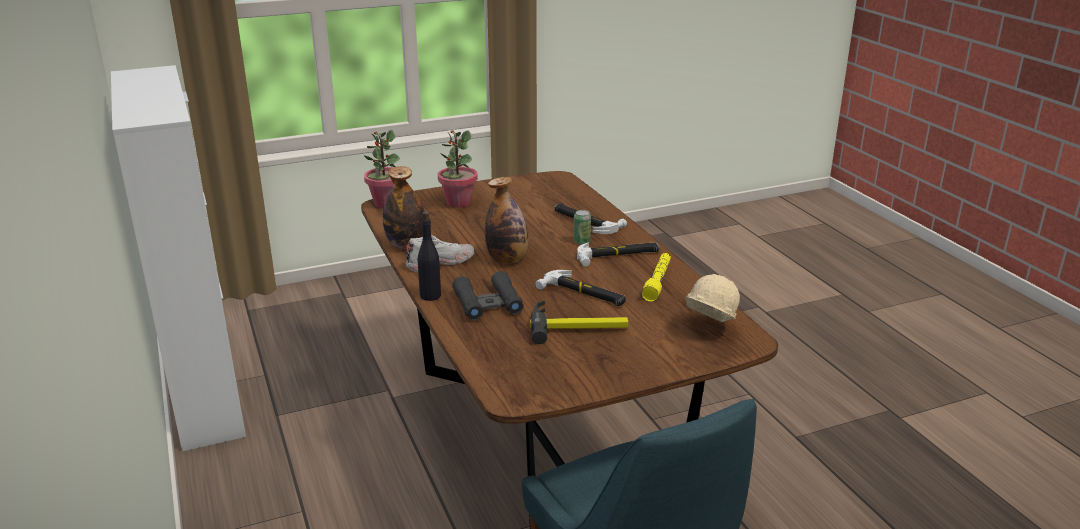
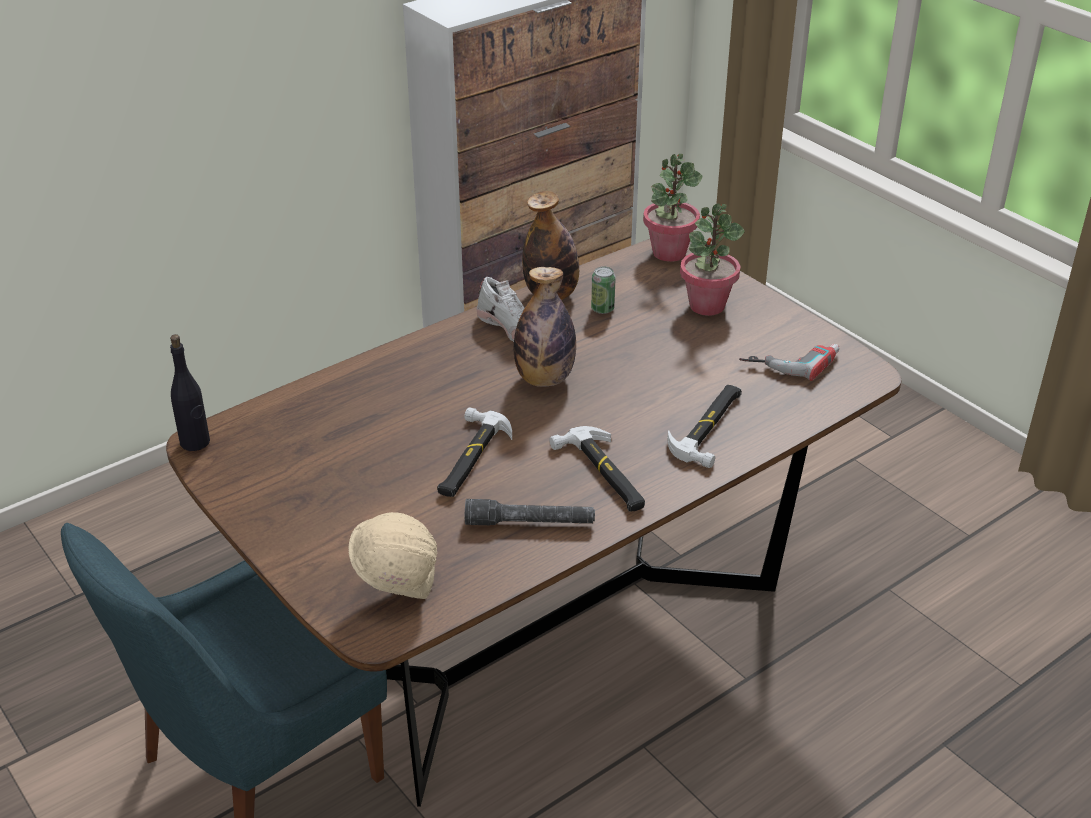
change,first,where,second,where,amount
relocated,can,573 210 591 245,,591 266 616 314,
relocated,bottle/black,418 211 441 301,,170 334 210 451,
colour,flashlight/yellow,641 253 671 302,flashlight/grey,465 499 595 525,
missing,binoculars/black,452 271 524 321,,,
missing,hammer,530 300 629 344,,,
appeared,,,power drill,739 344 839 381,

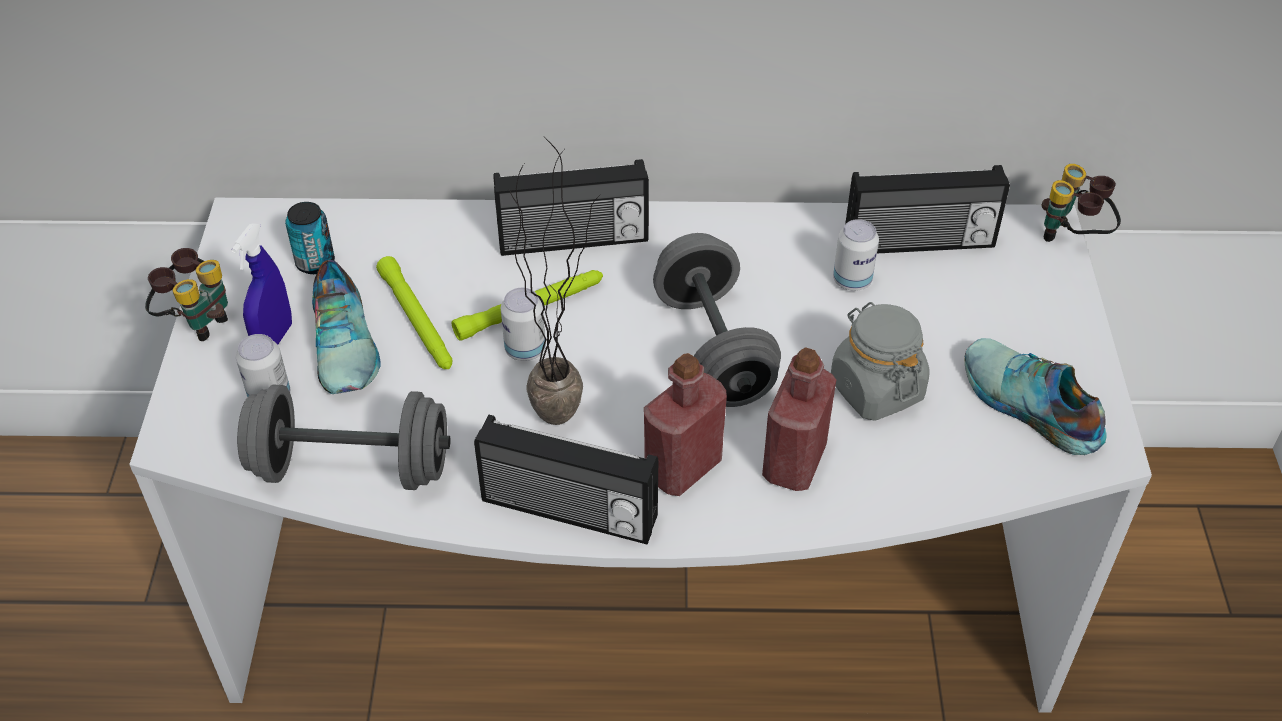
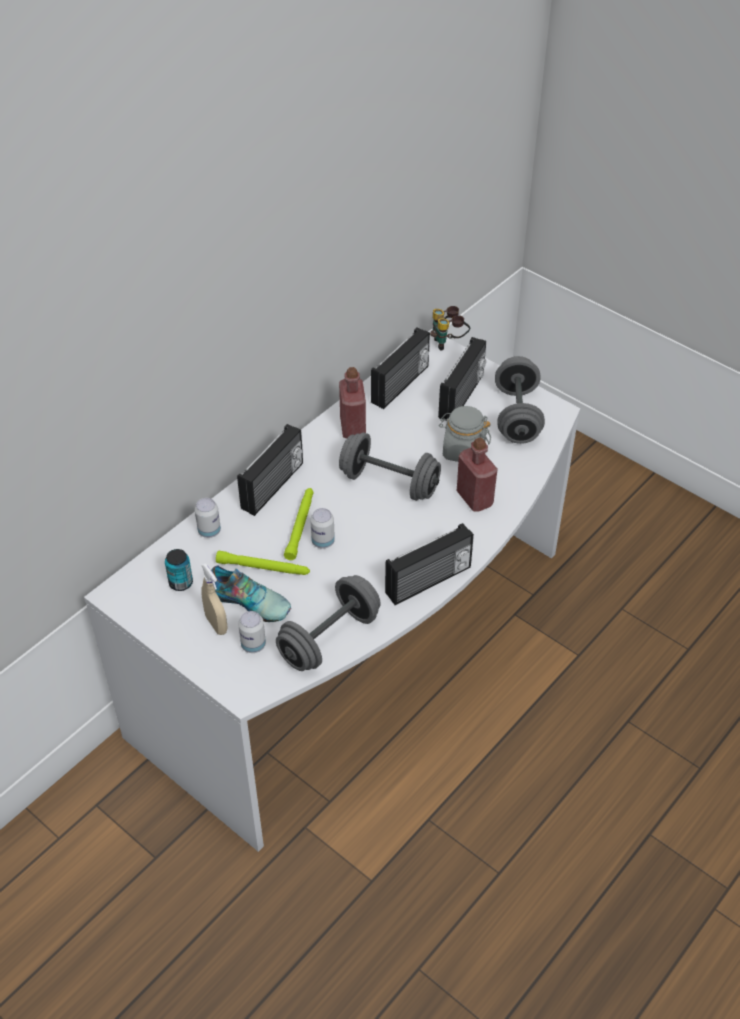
change,first,where,second,where,amount
missing,potted plant,509 136 601 425,,,
relocated,can,833 219 879 291,,195 498 221 538,
colour,spray bottle/blue,231 223 292 345,spray bottle/beige,201 563 228 635,
missing,binoculars,145 248 228 341,,,
exchanged,shoe,965 338 1107 455,dumbbell/grey,495 356 545 444,
relocated,bottle/red,644 353 727 496,,339 367 366 439,
appeared,,,radio,438 337 486 421,

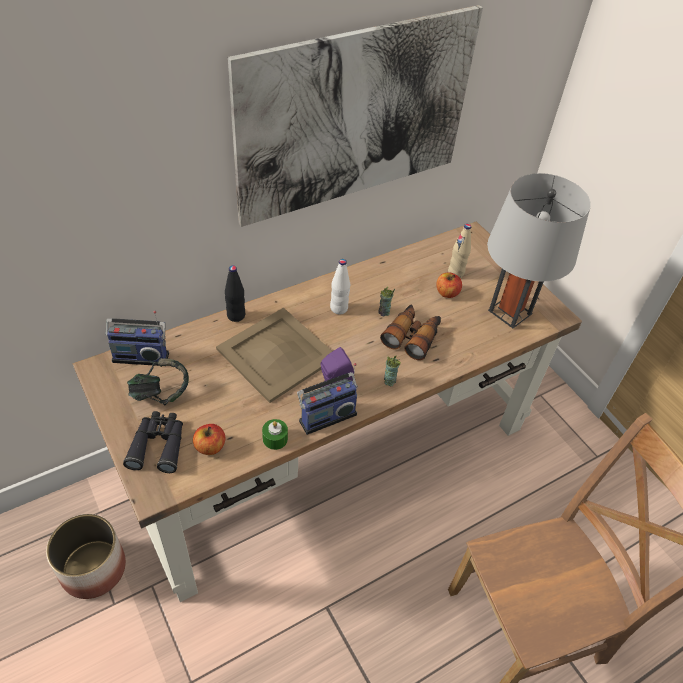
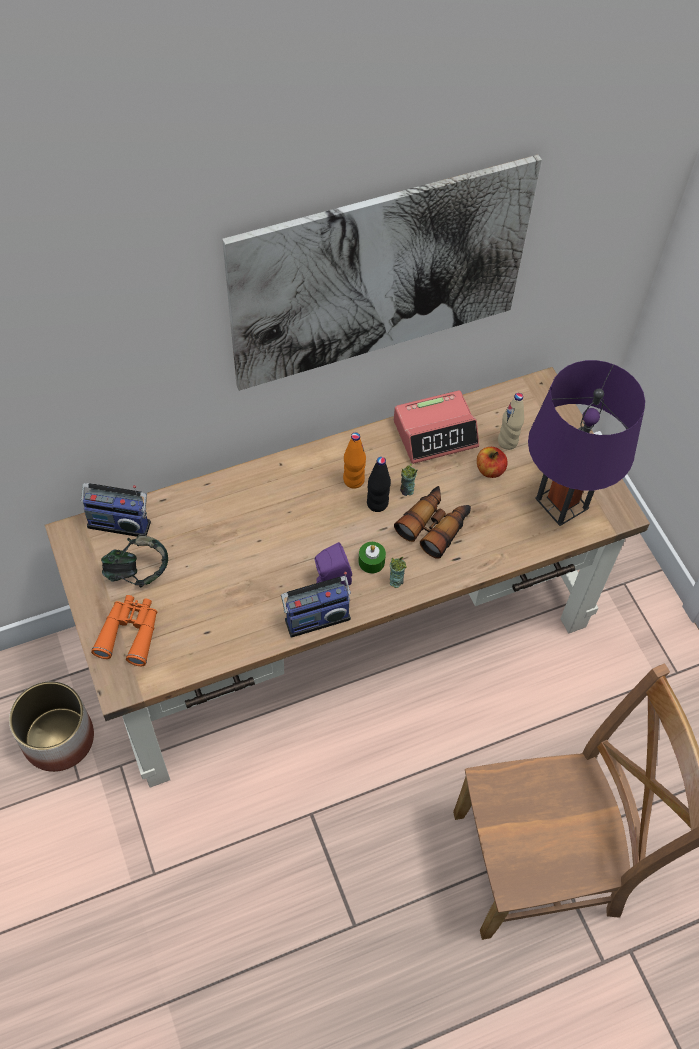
change,first,where,second,where,amount
colour,table lamp/grey,487 173 591 328,table lamp/purple,528 360 645 526,
colour,bottle/white,330 259 350 314,bottle/orange,343 432 366 489,
relocated,bottle/black,225 266 245 322,,367 457 391 512,
missing,tray/beige,216 308 333 403,,,
colour,binoculars/black,123 411 183 473,binoculars/orange,91 595 157 666,
relocated,candle/green,262 419 288 450,,358 542 386 574,
missing,apple,193 424 225 455,,,
appeared,,,alarm clock,394 390 479 464,

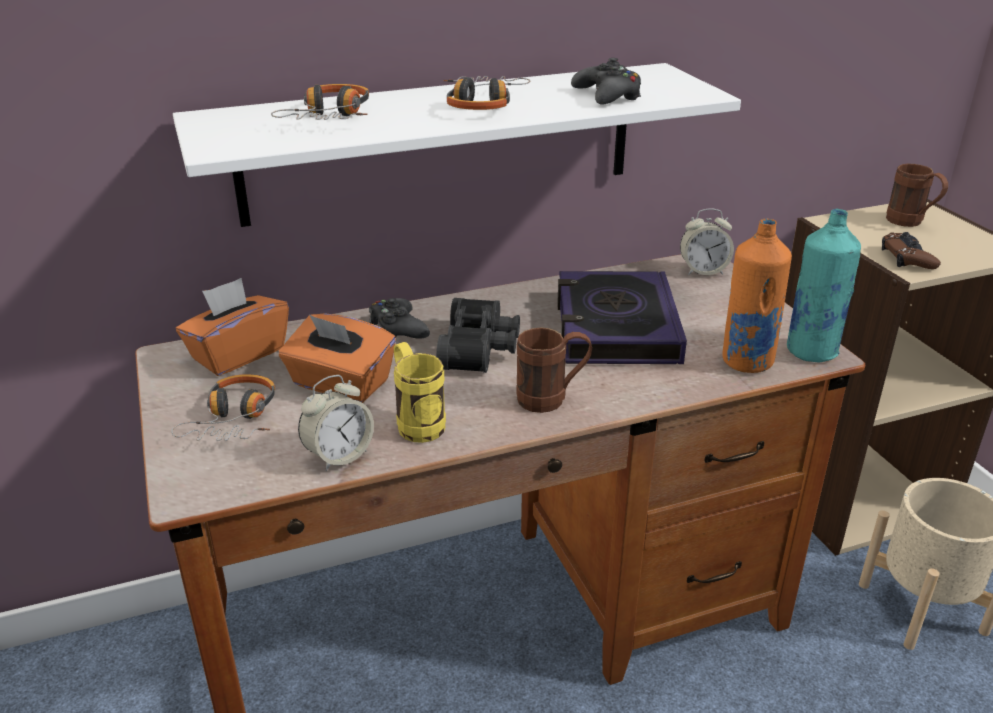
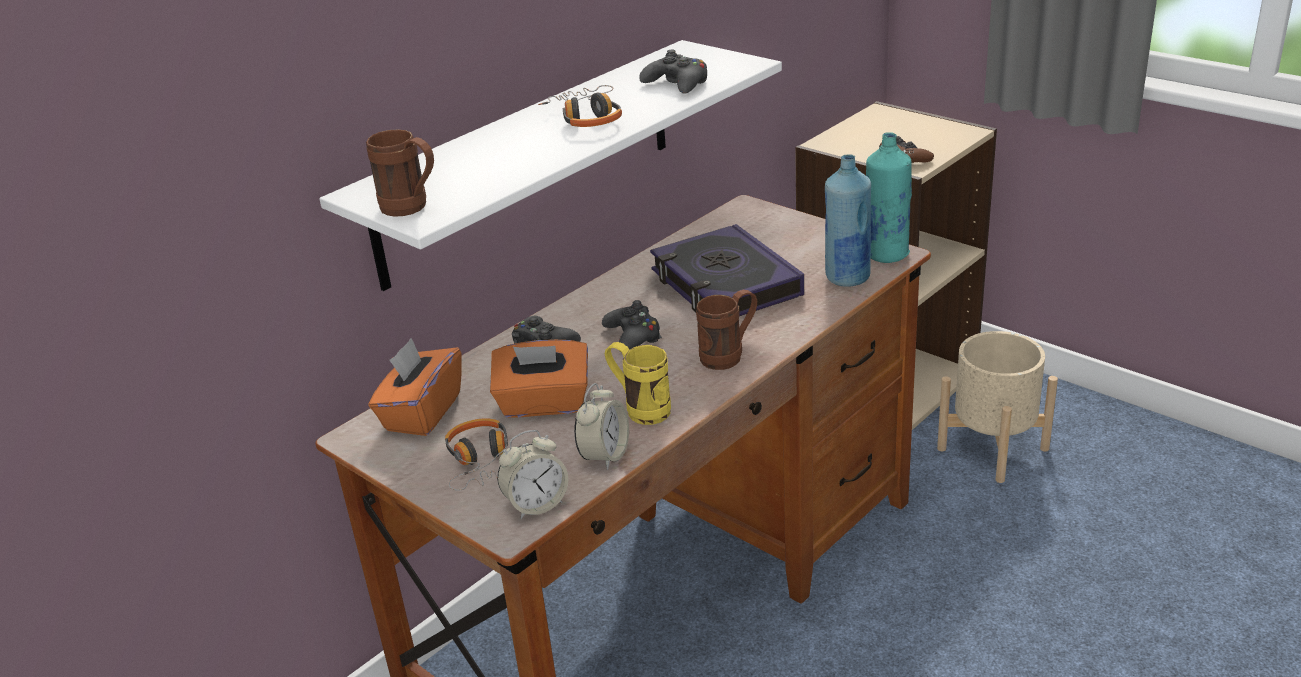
change,first,where,second,where,amount
missing,headphones,271 84 369 120,,,
relocated,mug/brown,886 164 948 227,,366 130 434 216,
relocated,alarm clock,680 208 734 275,,497 430 568 519,
colour,bottle/orange,722 219 792 373,bottle/blue,825 154 871 287,
exchanged,binoculars/black,436 298 520 373,game controller/black,602 300 662 353,

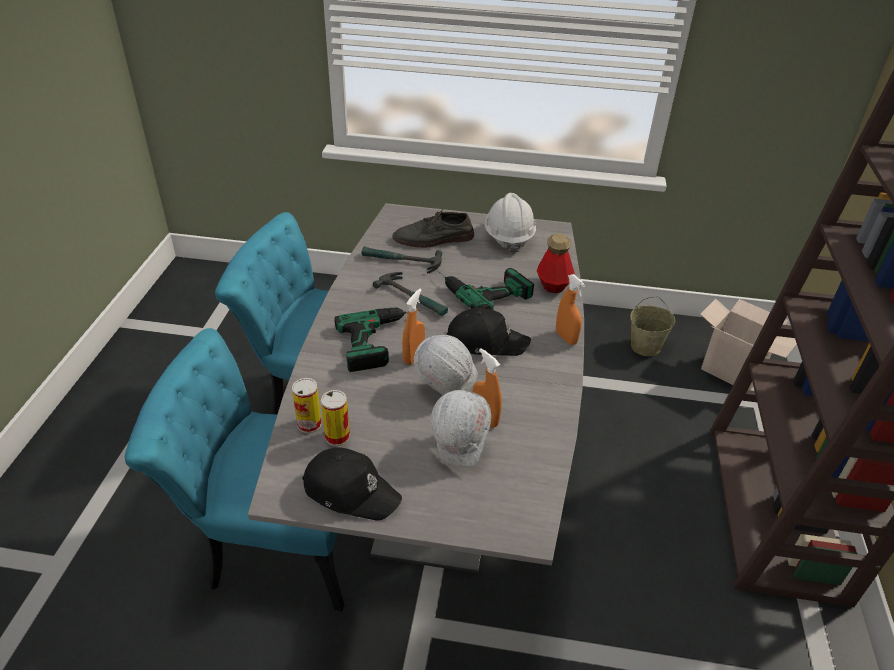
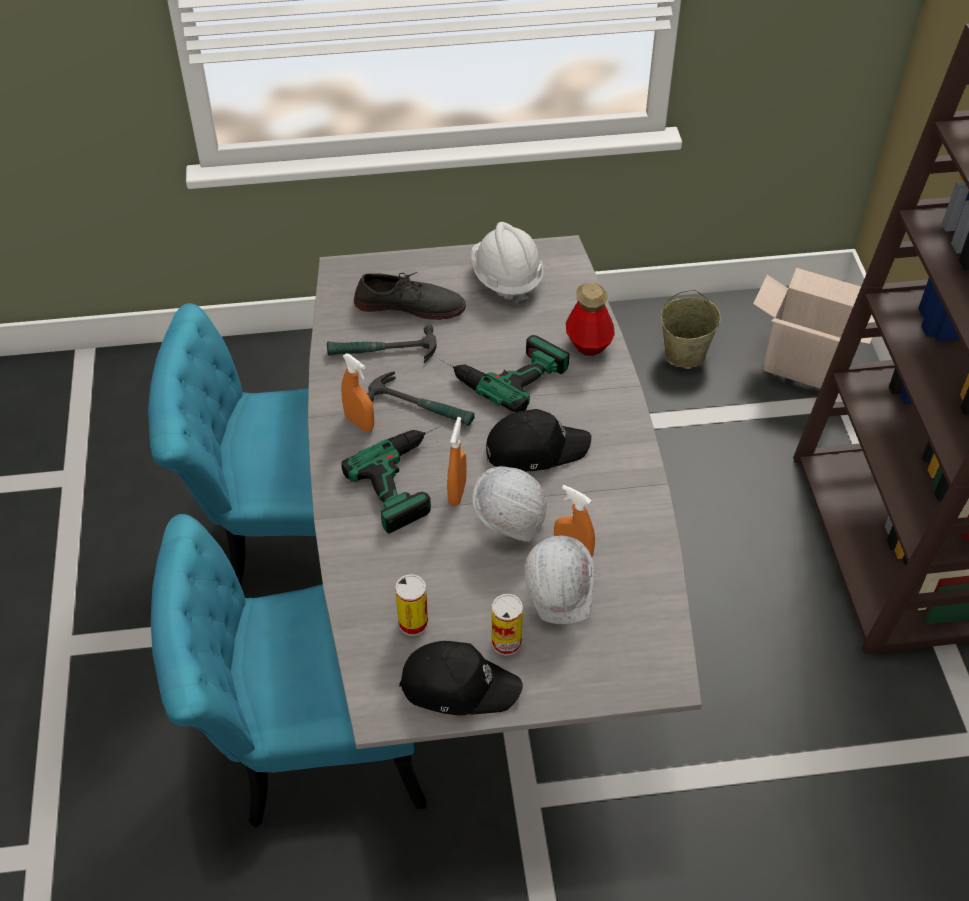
change,first,where,second,where,amount
spun,shoe/grey,393 209 474 248,,354 272 466 320,150 degrees counterclockwise
relocated,spray bottle/orange,556 274 585 345,,341 353 374 432,
relocated,can,292 378 322 433,,492 594 523 656,

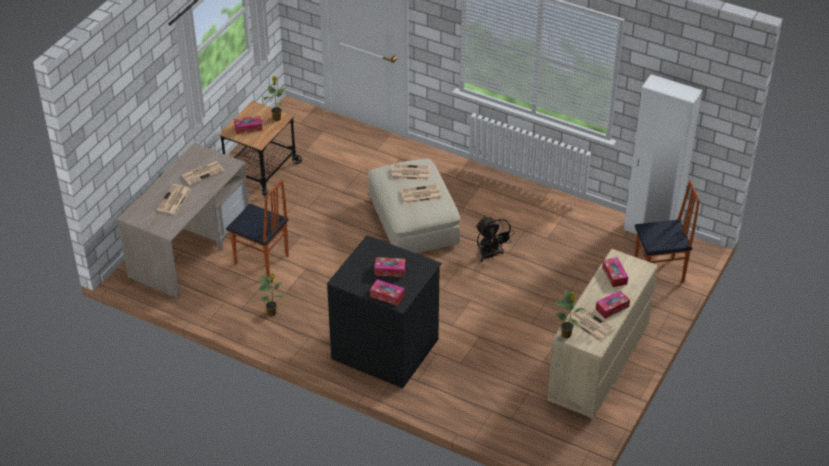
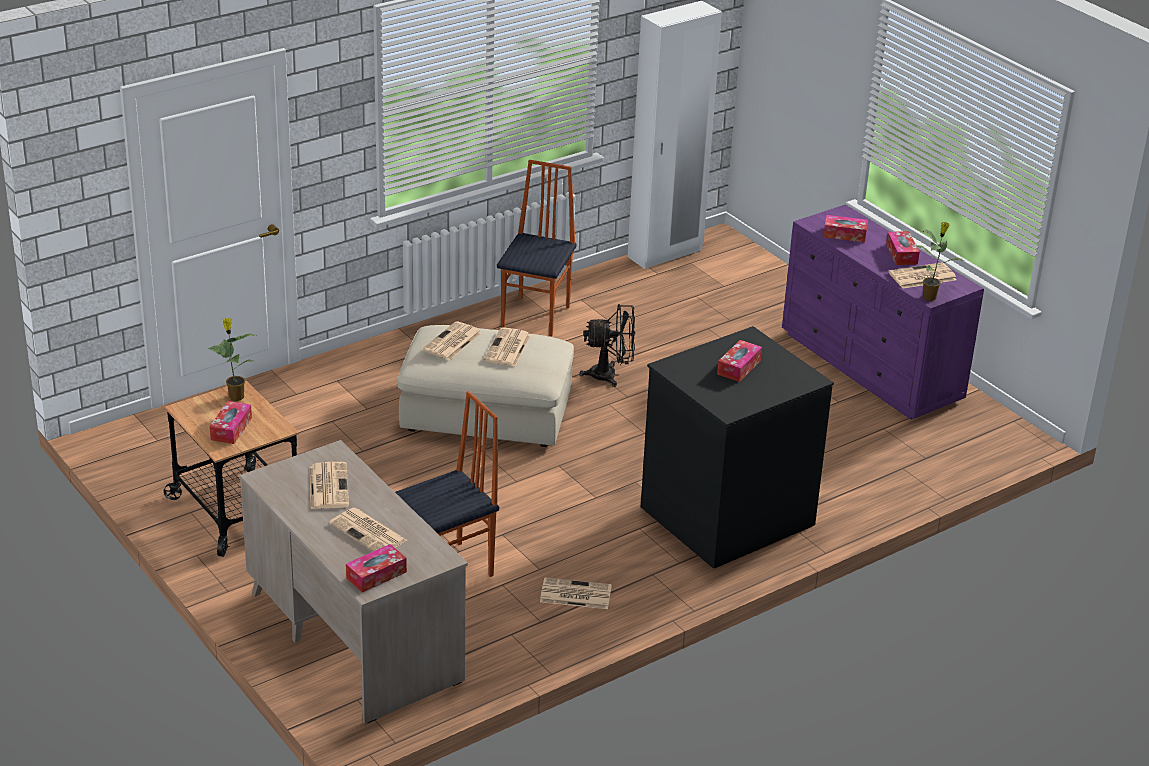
change,first,where,second,where,amount
relocated,chair,634 180 700 283,,497 160 577 337,
colour,dresser/beige,547 249 658 419,dresser/purple,782 204 984 420,
exchanged,potted plant,258 274 284 316,newspaper,540 577 612 609,
relocated,tissue box,370 279 405 306,,346 544 407 592,

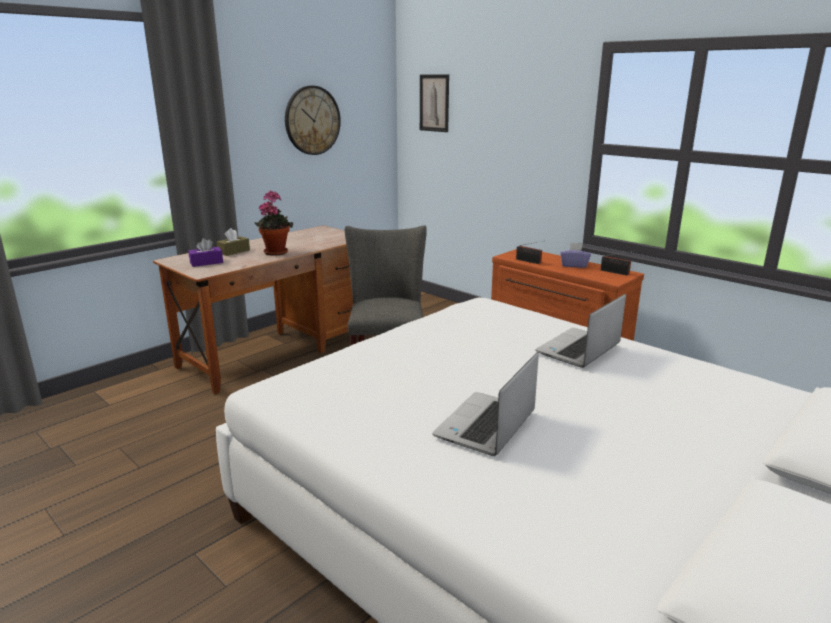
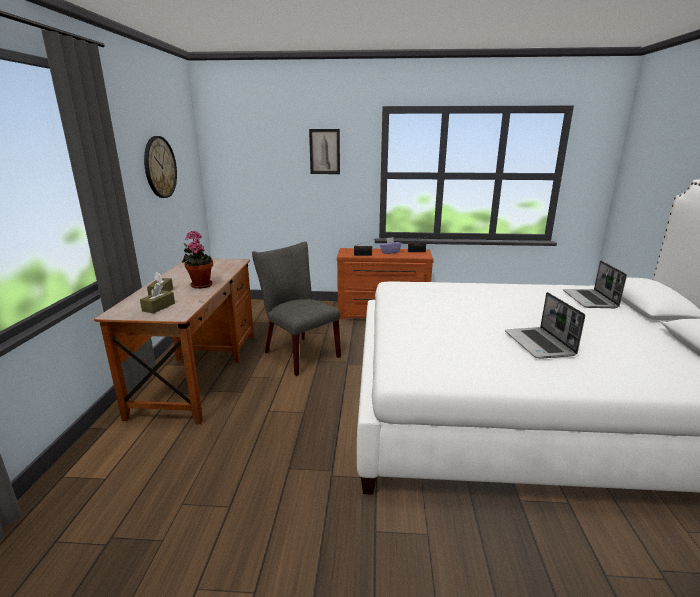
change,first,where,second,where,amount
relocated,picture,420 74 449 132,,309 129 340 174,
colour,tissue box/purple,188 238 223 267,tissue box/brown,140 284 175 314,
relocated,laptop,535 294 626 368,,563 260 627 308,

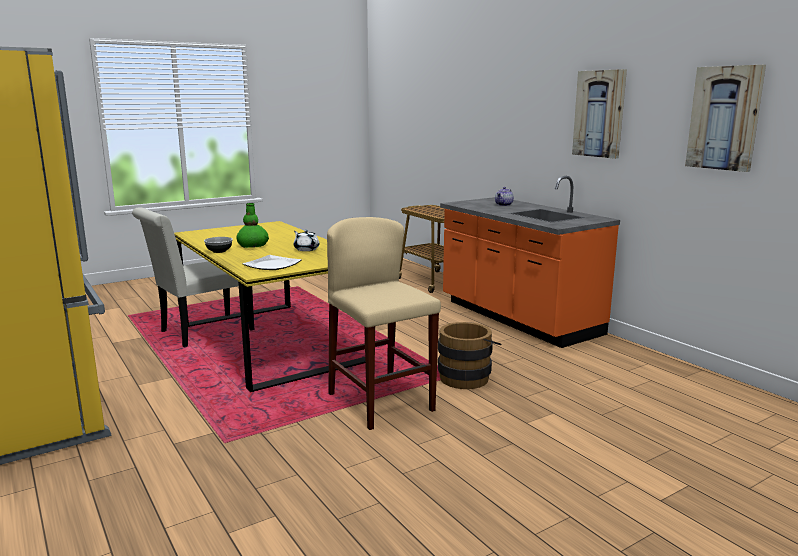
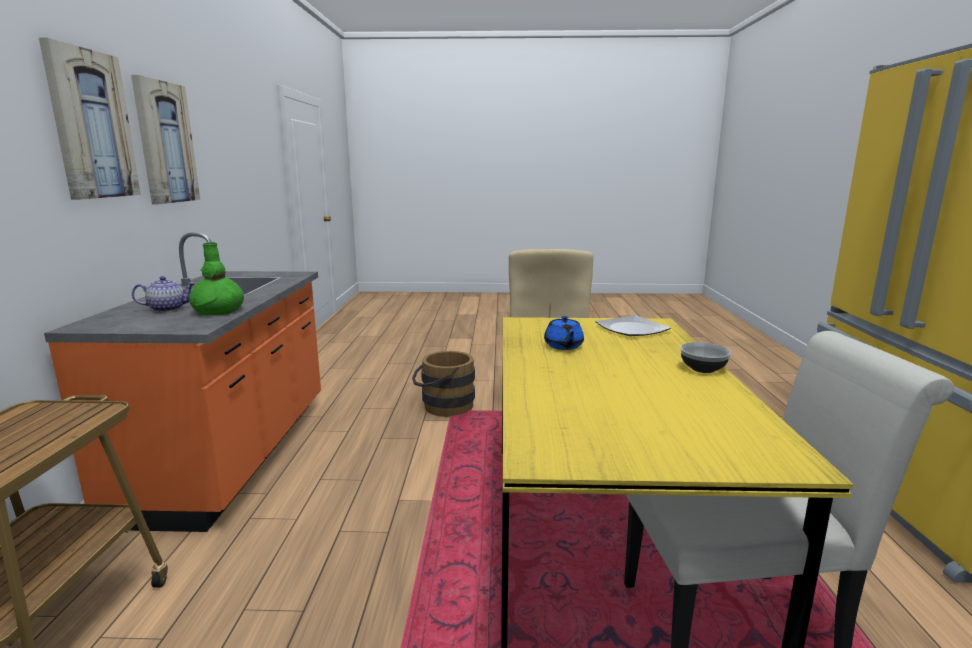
change,first,where,second,where,amount
relocated,picture,685 65 766 172,,39 37 141 200,
relocated,vase/green,236 203 269 248,,189 243 244 315,
colour,teapot/white,294 230 319 251,teapot/blue,544 316 584 350,

